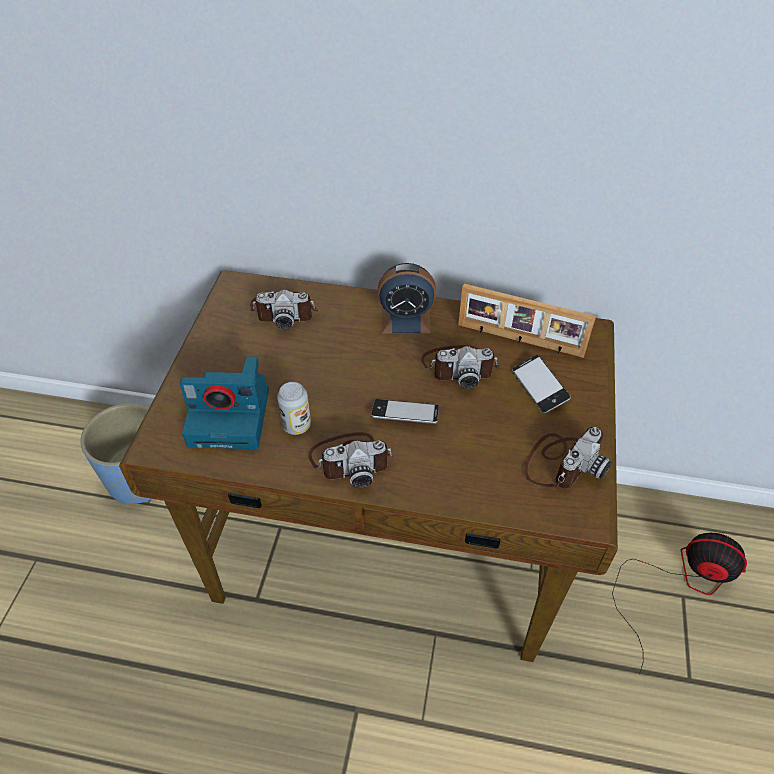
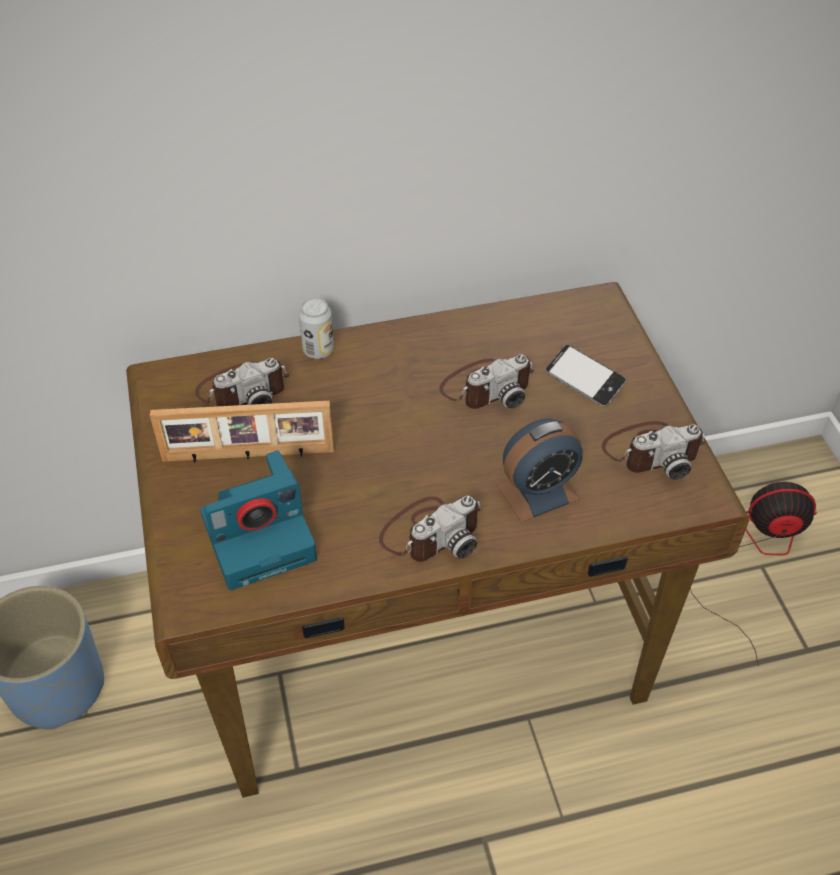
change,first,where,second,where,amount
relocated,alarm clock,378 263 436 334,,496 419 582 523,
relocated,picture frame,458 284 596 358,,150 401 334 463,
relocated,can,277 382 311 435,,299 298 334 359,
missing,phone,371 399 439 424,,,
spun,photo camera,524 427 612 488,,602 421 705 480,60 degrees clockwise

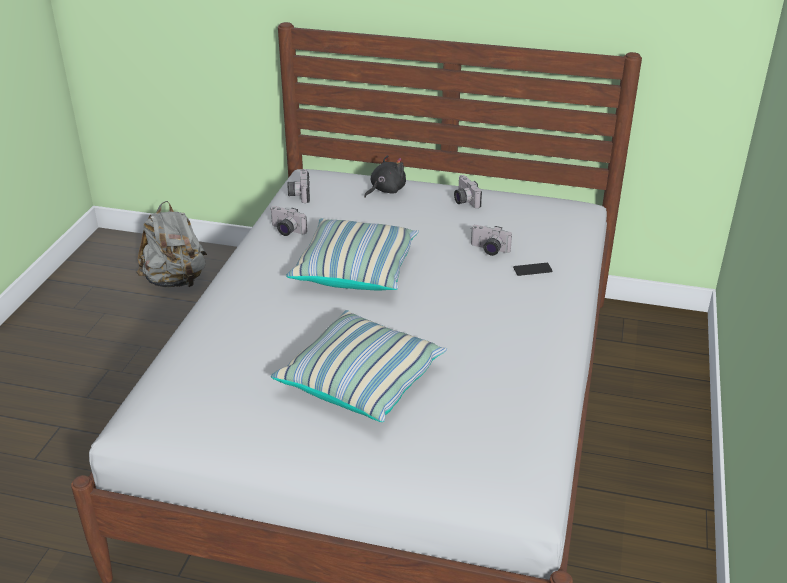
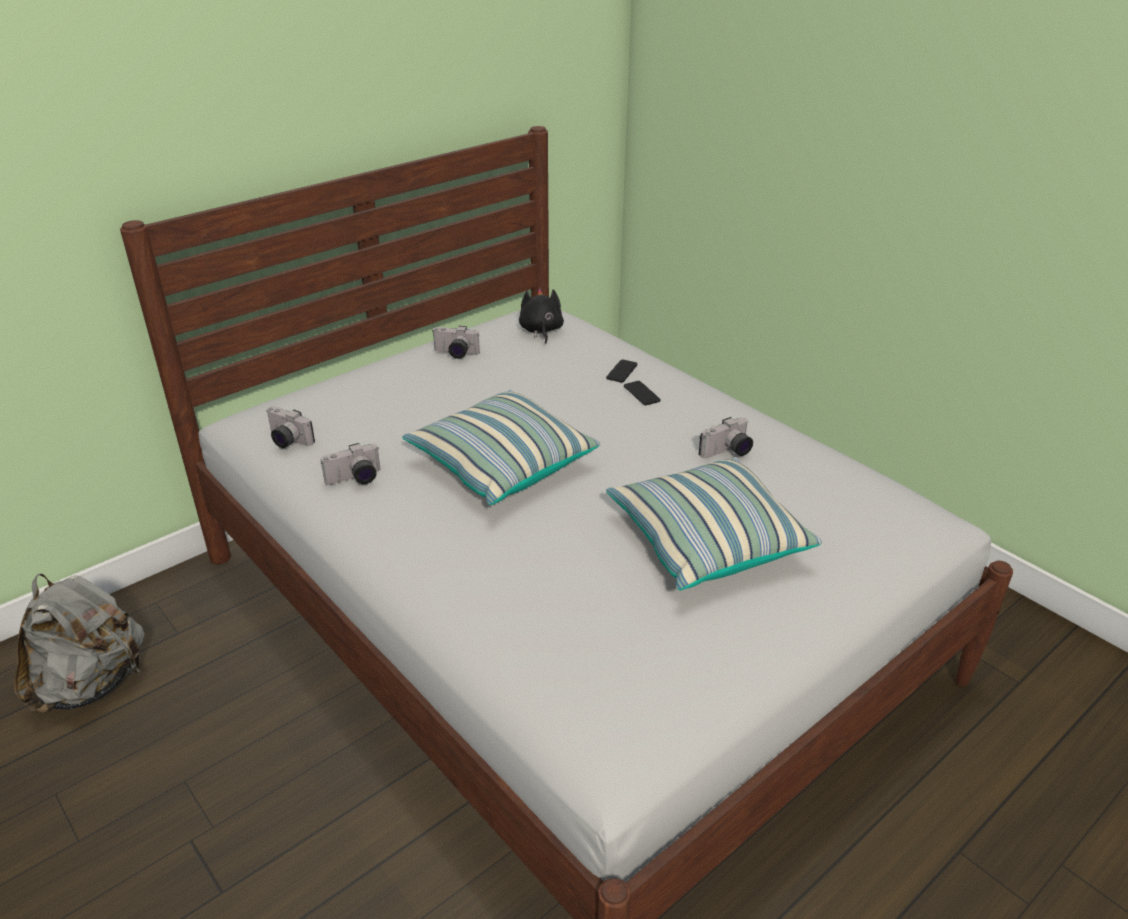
change,first,where,second,where,amount
relocated,plush toy/black,364 155 406 198,,519 288 564 344,
relocated,photo camera,471 225 512 256,,699 417 753 458,
appeared,,,phone,624 381 661 405,

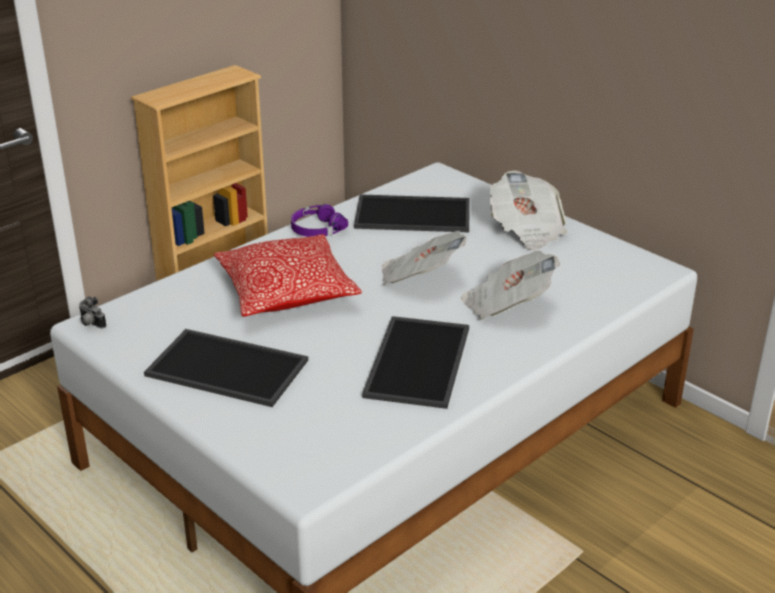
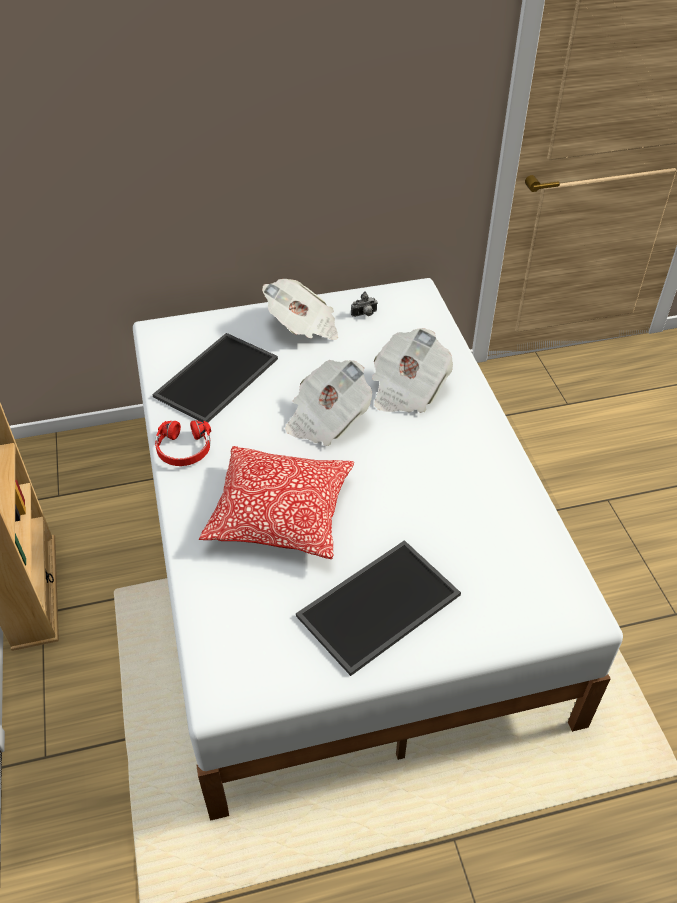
change,first,where,second,where,amount
colour,headphones/purple,291 204 348 237,headphones/red,155 420 211 466,
relocated,photo camera,79 296 106 329,,351 292 378 317,
missing,tray,362 316 469 409,,,

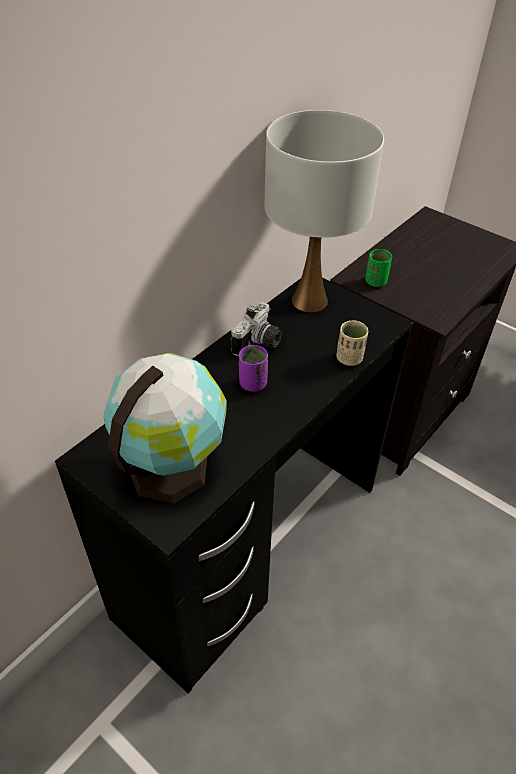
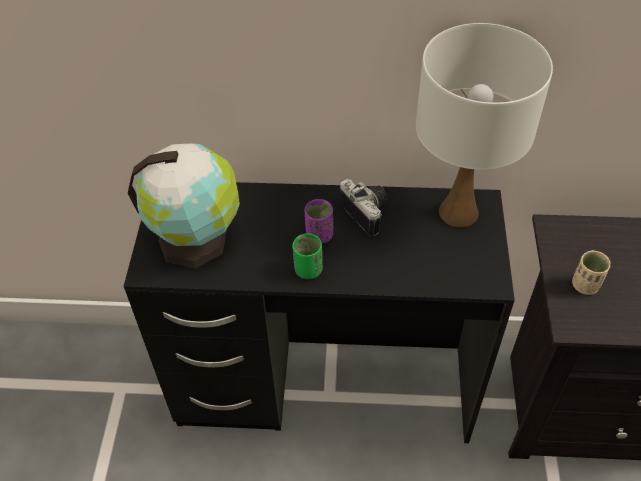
change,first,where,second,where,amount
relocated,cup/green,365 249 392 287,,292 234 323 279,
spun,photo camera,230 302 282 356,,340 179 387 236,120 degrees counterclockwise
relocated,cup/beige,336 320 368 366,,572 250 610 295,

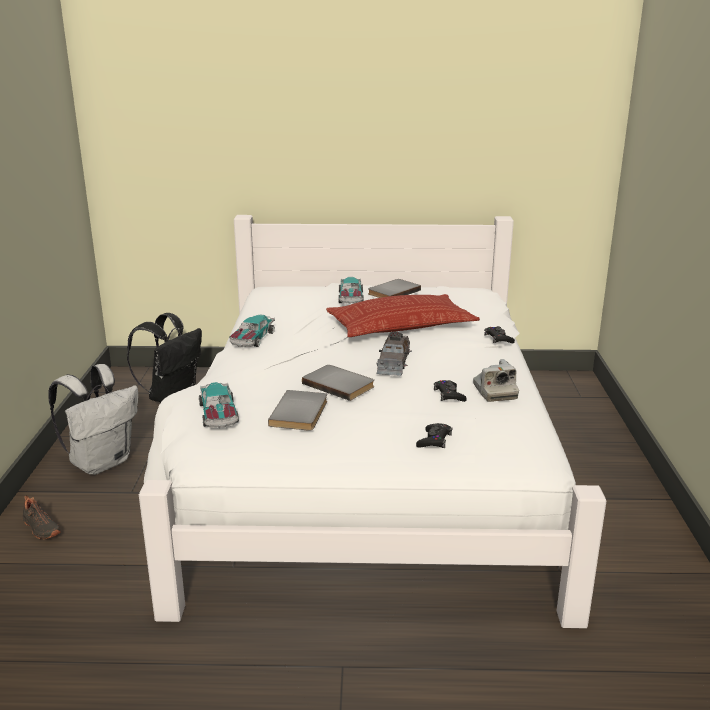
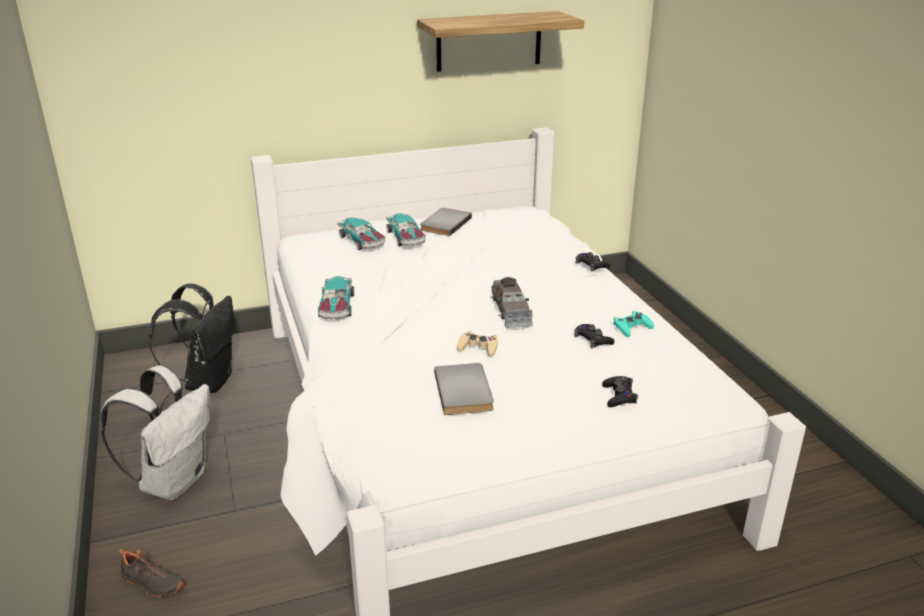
change,first,where,second,where,amount
missing,pillow,326 294 480 337,,,
exchanged,photo camera,473 359 519 402,game controller/turquoise,613 311 654 337,
exchanged,book/grey,302 365 374 401,game controller/beige,457 331 498 357,
relocated,toy car,199 382 239 428,,337 217 386 250,
appeared,,,shelf,417 11 584 72,

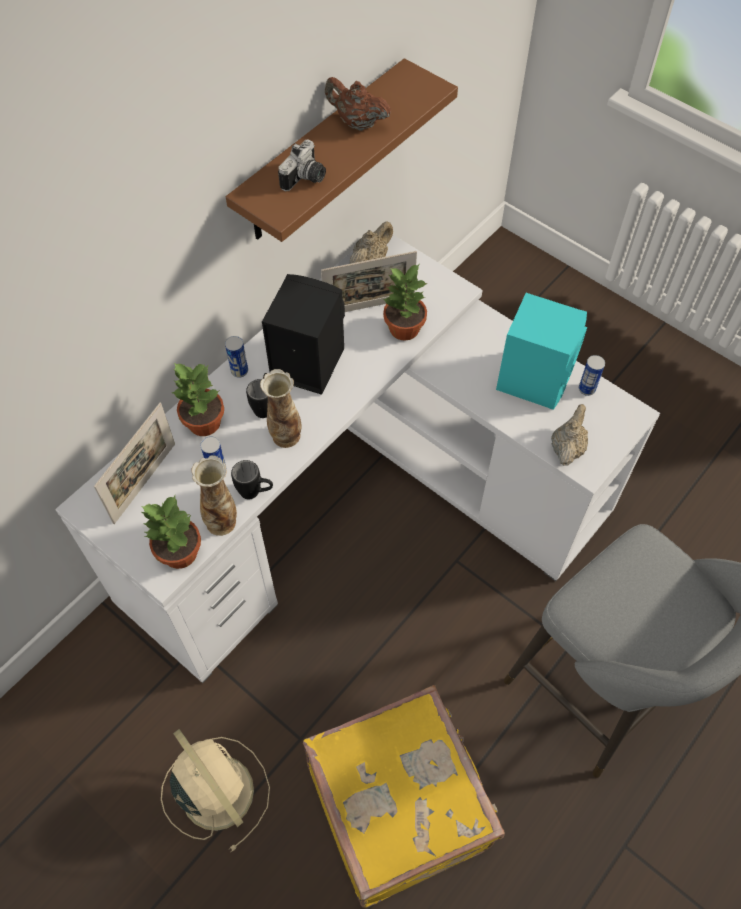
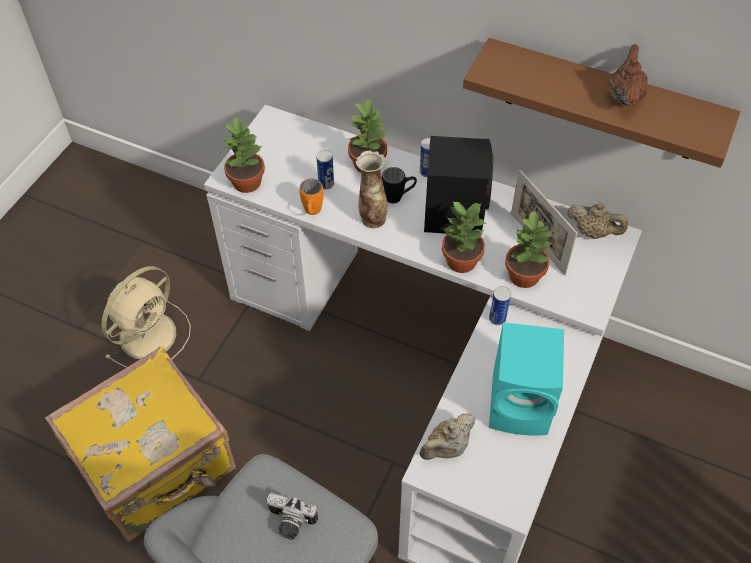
change,first,where,second,where,amount
relocated,photo camera,278 139 326 191,,267 493 318 540,
relocated,can,579 355 605 396,,489 286 511 325,
missing,picture frame,94 403 175 524,,,
spun,teapot/beige,551 404 588 466,,419 413 475 460,135 degrees clockwise
missing,vase,191 456 237 536,,,
colour,mug/black,231 460 273 499,mug/orange,299 179 324 215,
appeared,,,potted plant,442 201 486 273,

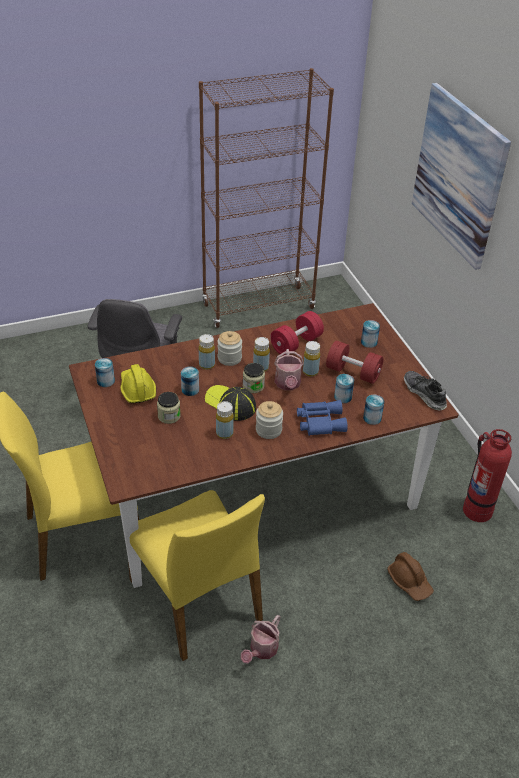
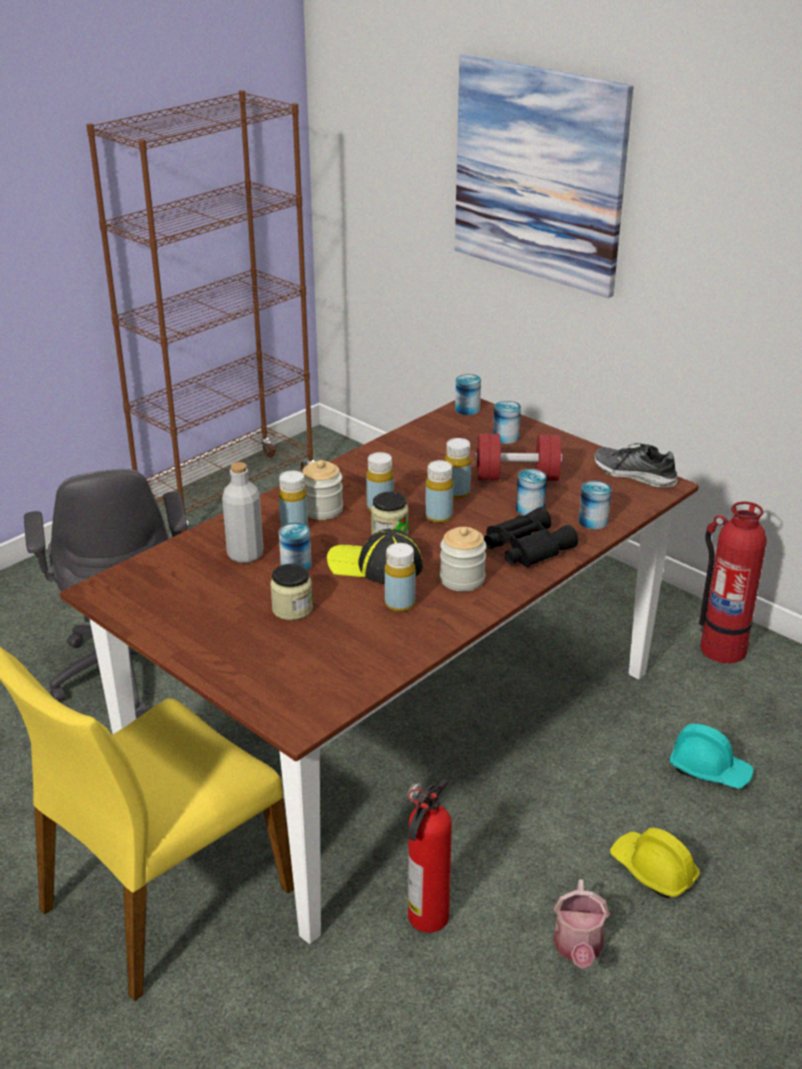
change,first,where,second,where,amount
missing,dumbbell/red,270 311 324 355,,,
exchanged,watering can,274 349 304 390,bottle/yellow,425 460 453 523,
relocated,can,95 358 115 387,,455 374 481 416,
relocated,hard hat/yellow,121 364 156 403,,610 828 700 898,
colour,binoculars/blue,297 400 348 436,binoculars/black,484 507 578 567,
exchanged,chair/yellow,128 490 265 661,fire extinguisher,407 779 452 933,
colour,hard hat/brown,387 552 434 601,hard hat/turquoise,670 724 754 789,
appeared,,,bottle/grey,222 462 263 563,

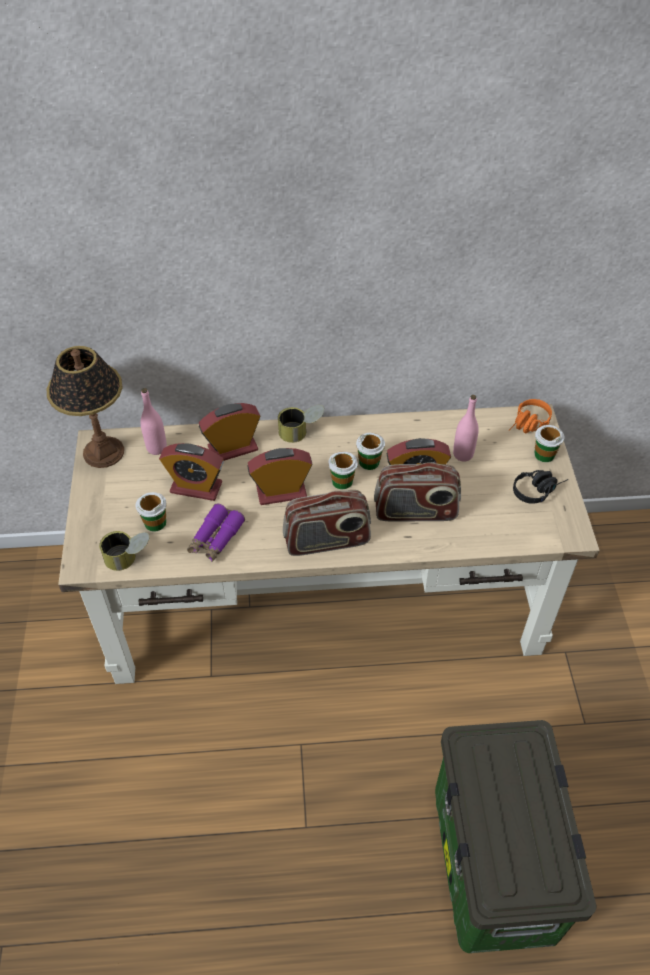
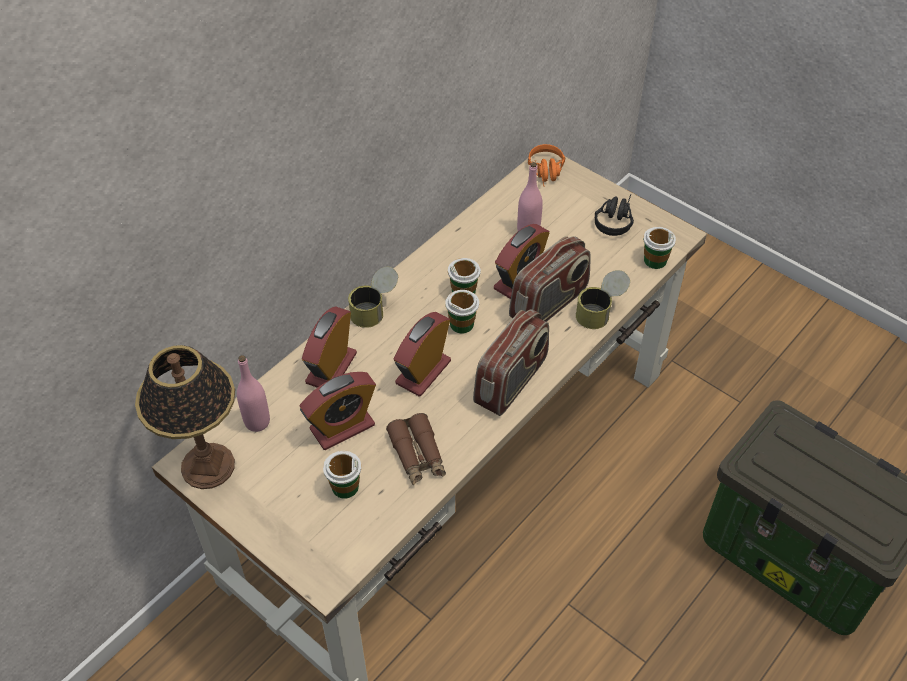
change,first,where,second,where,amount
relocated,cup,534 425 564 462,,643 227 676 269,
colour,binoculars/purple,187 504 245 562,binoculars/brown,386 413 446 485,
relocated,can,99 531 150 571,,576 270 630 329,

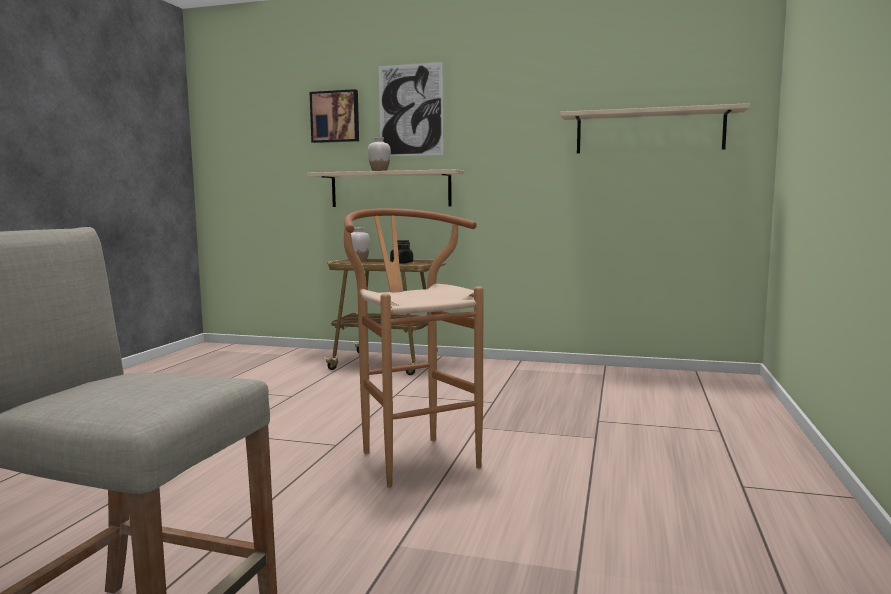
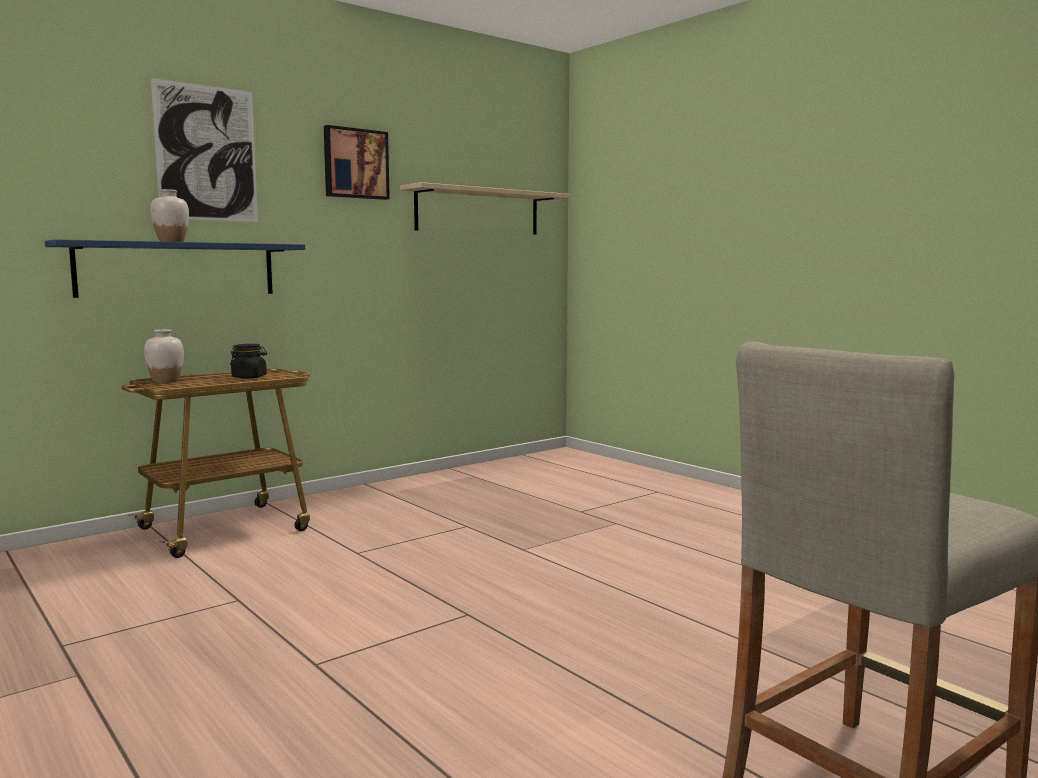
change,first,where,second,where,amount
relocated,picture,310 89 359 143,,324 125 390 200,
colour,shelf/beige,307 169 464 207,shelf/blue,45 239 305 298,
missing,stool/brown,344 208 483 488,,,

